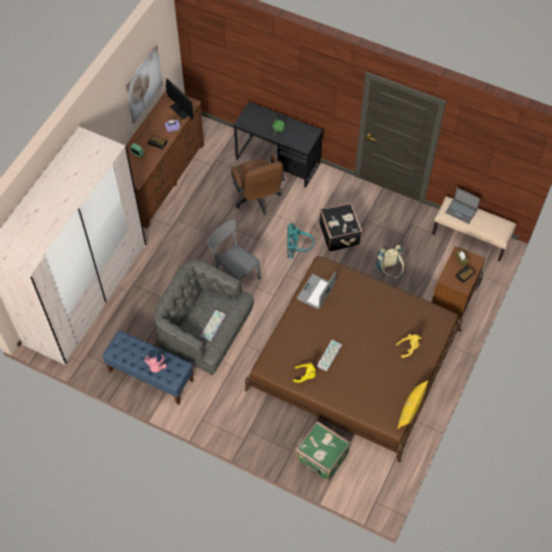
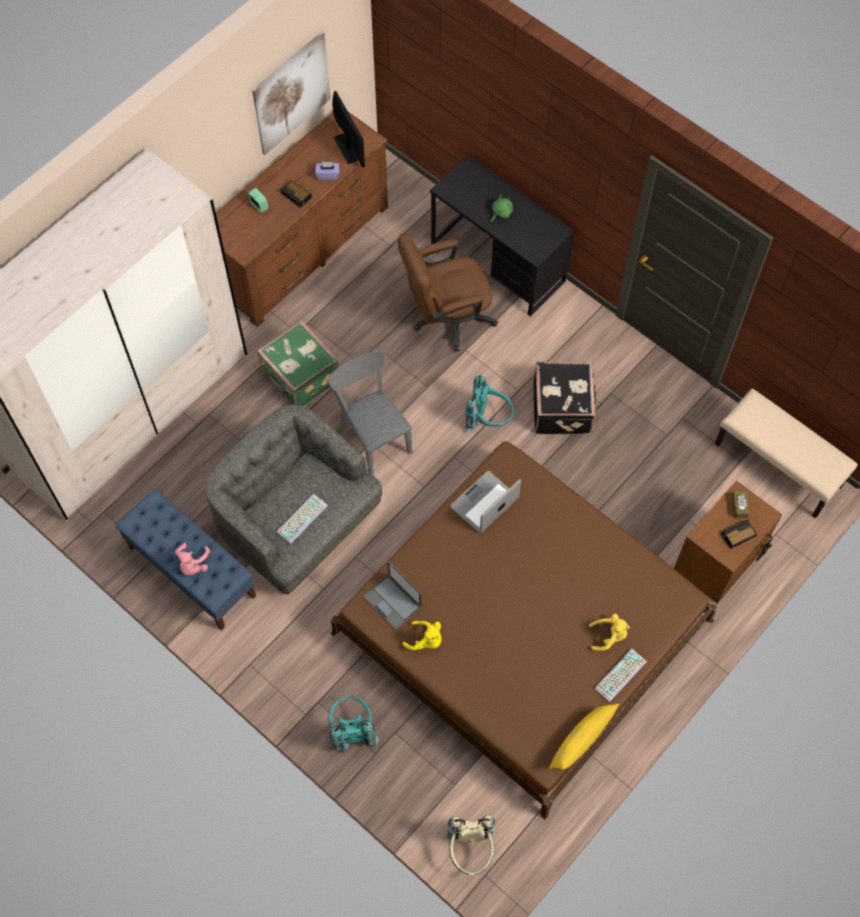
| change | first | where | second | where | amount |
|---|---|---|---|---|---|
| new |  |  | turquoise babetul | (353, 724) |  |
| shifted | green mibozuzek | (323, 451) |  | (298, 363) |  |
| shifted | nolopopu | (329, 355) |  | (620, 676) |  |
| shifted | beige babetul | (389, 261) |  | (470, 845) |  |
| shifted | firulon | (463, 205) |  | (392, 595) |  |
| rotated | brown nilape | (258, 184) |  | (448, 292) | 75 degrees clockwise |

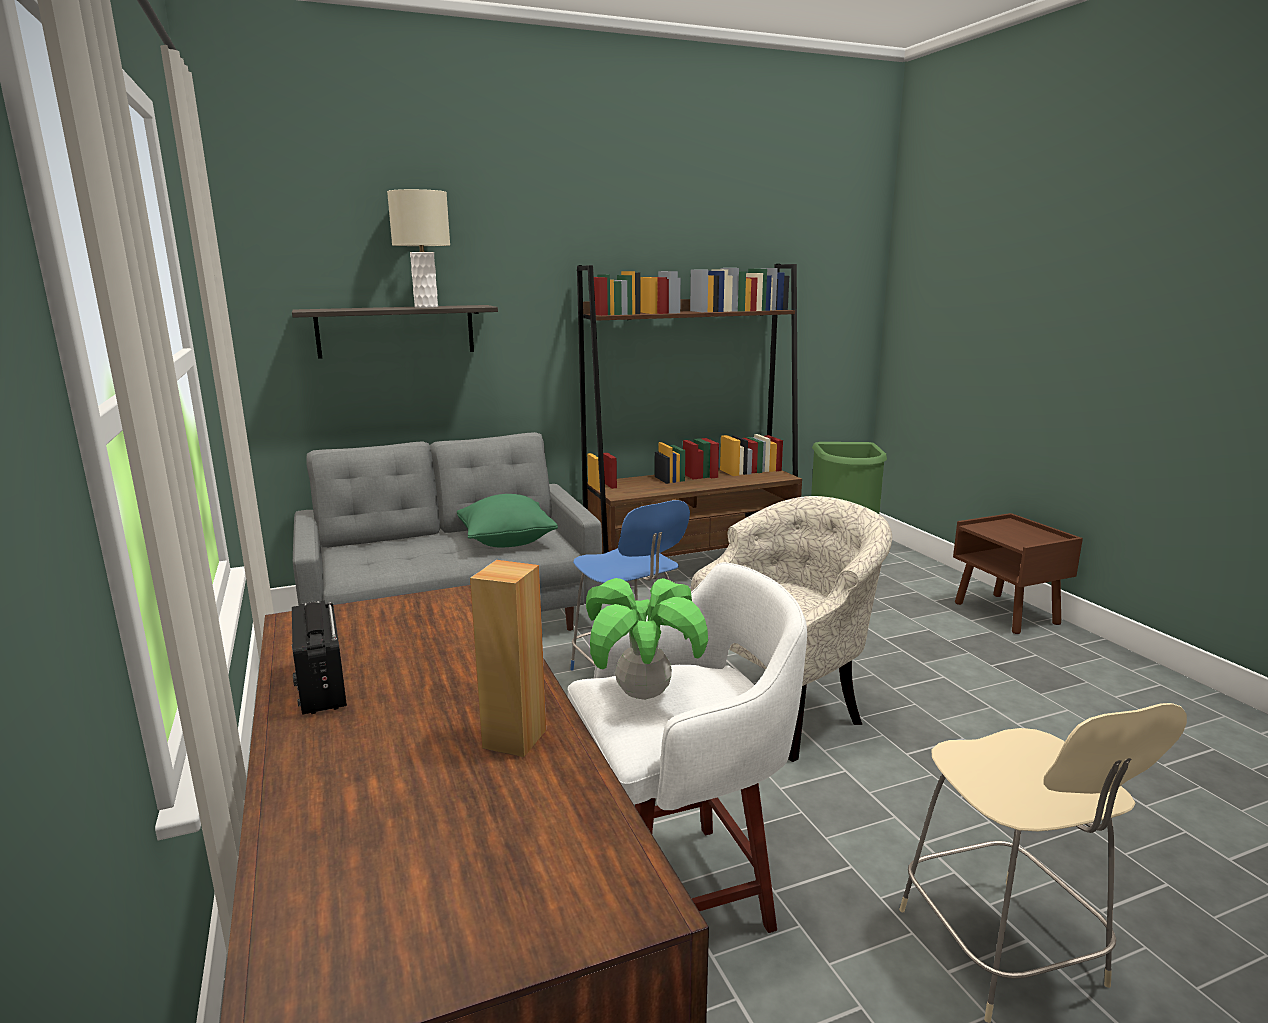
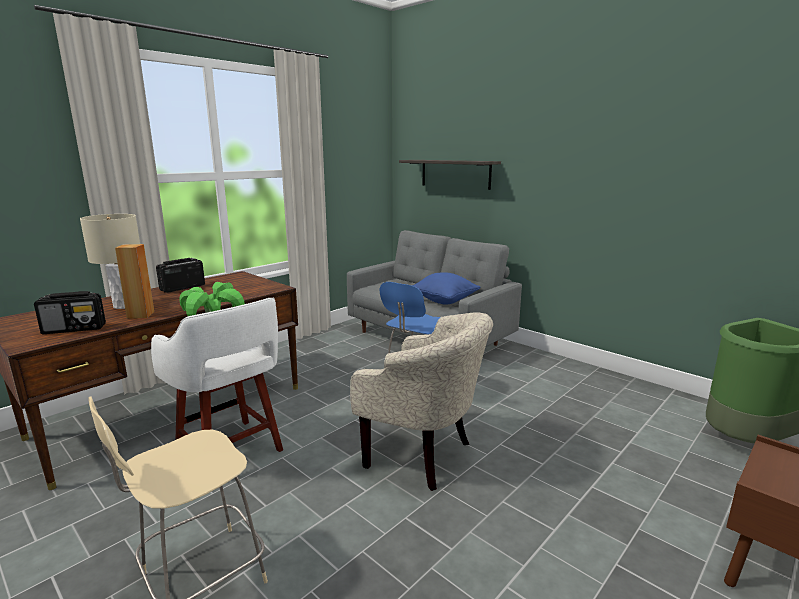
| change | first | where | second | where | amount |
|---|---|---|---|---|---|
| gone | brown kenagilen | (689, 410) |  |  |  |
| new |  |  | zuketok | (70, 312) |  |
| shifted | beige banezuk | (418, 248) |  | (110, 261) |  |
| repainted | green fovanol | (507, 520) | blue fovanol | (446, 288) |  |

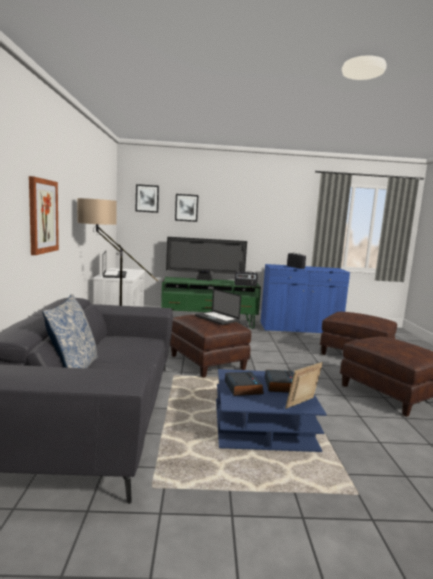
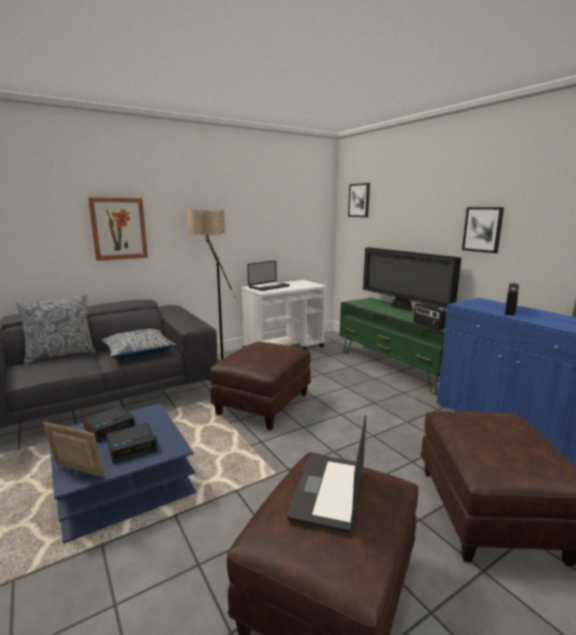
| change | first | where | second | where | amount |
|---|---|---|---|---|---|
| new |  |  | fovanol | (139, 343) |  |
| shifted | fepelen | (187, 208) |  | (483, 230) |  |
| shifted | firulon | (218, 307) |  | (326, 474) |  |

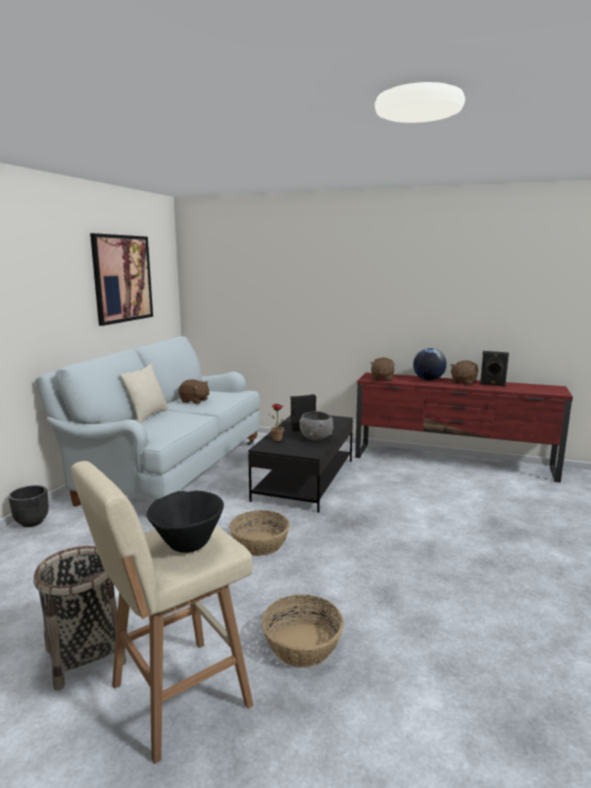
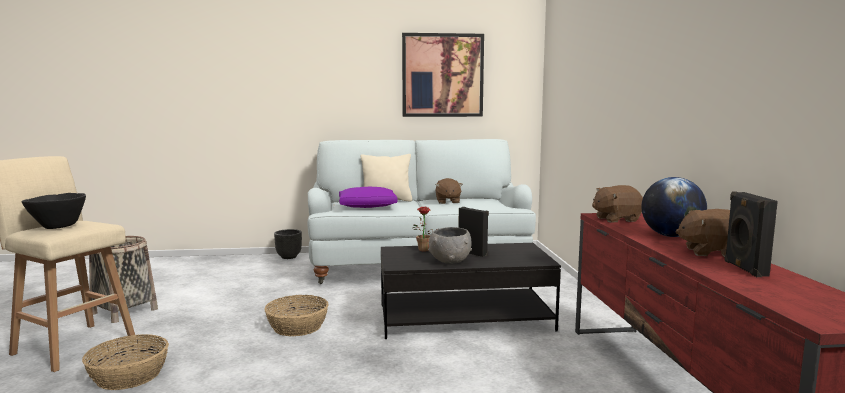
| change | first | where | second | where | amount |
|---|---|---|---|---|---|
| new |  |  | purple fovanol | (368, 197) |  |

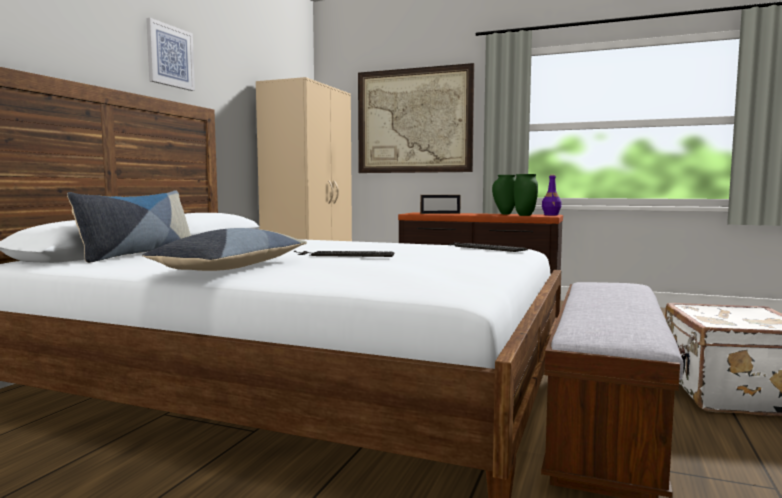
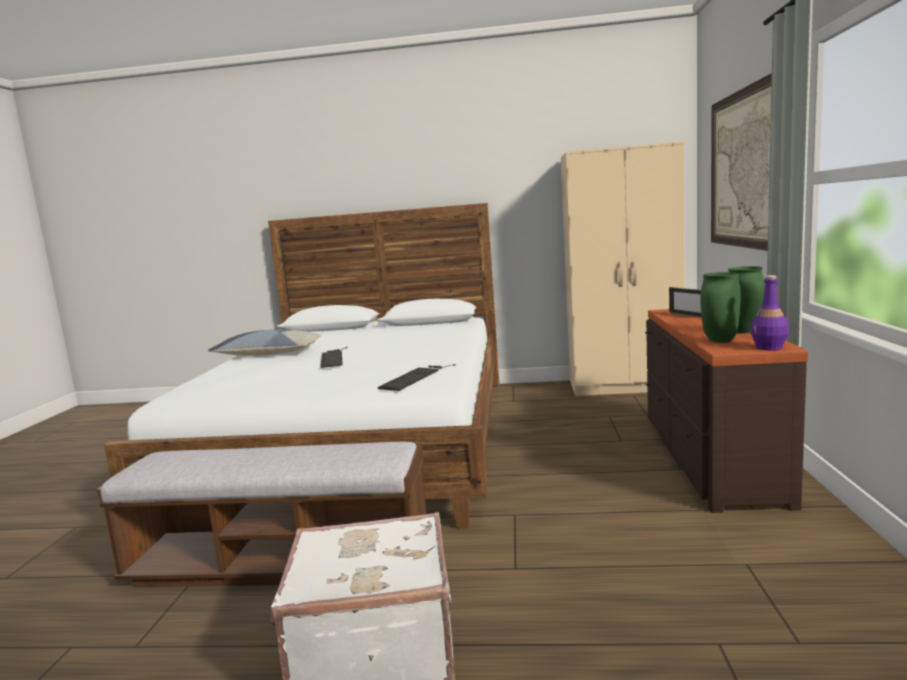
| change | first | where | second | where | amount |
|---|---|---|---|---|---|
| gone | fovanol | (129, 227) |  |  |  |
| gone | fepelen | (170, 54) |  |  |  |

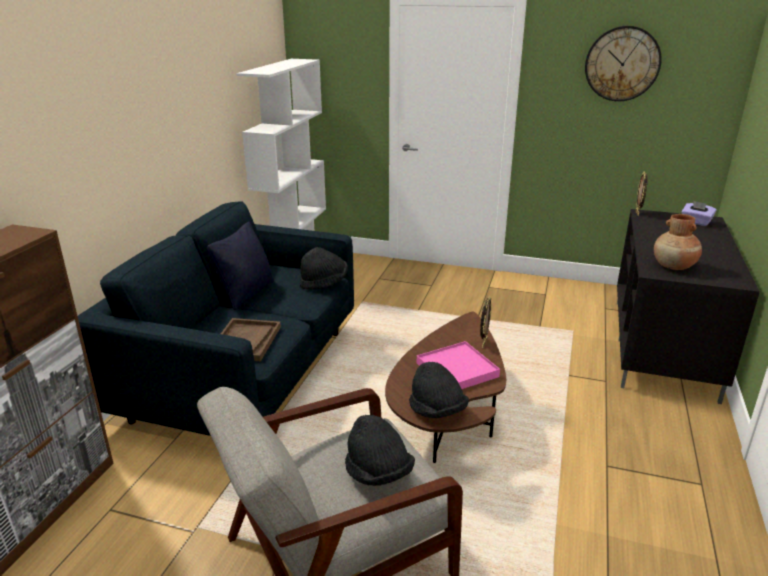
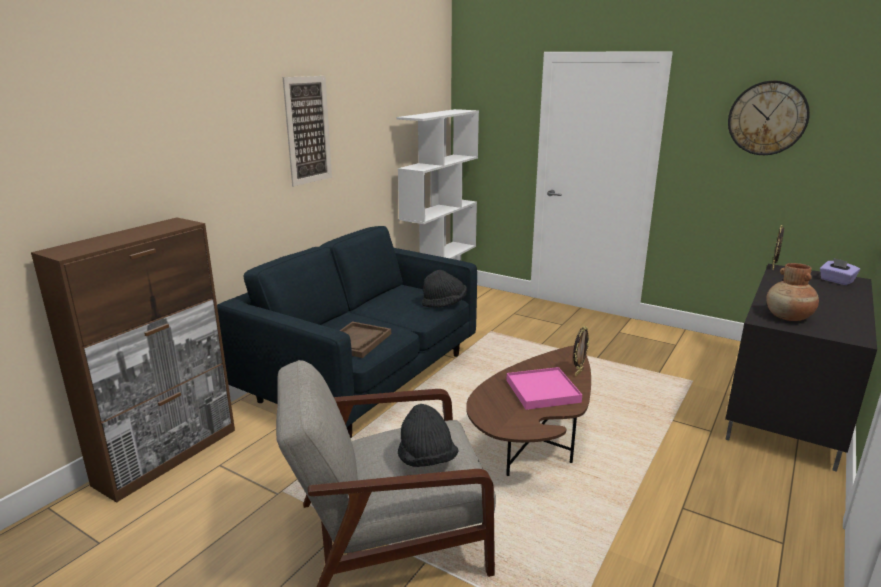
| change | first | where | second | where | amount |
|---|---|---|---|---|---|
| gone | black fovanol | (240, 266) |  |  |  |
| gone | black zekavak | (439, 390) |  |  |  |
| new |  |  | fepelen | (307, 131) |  |

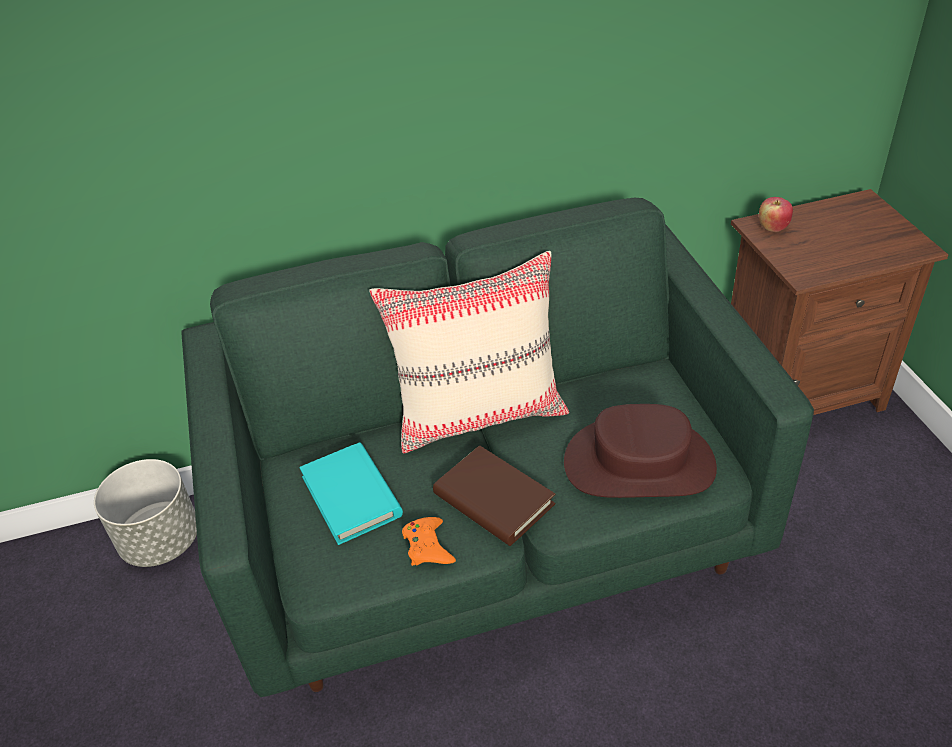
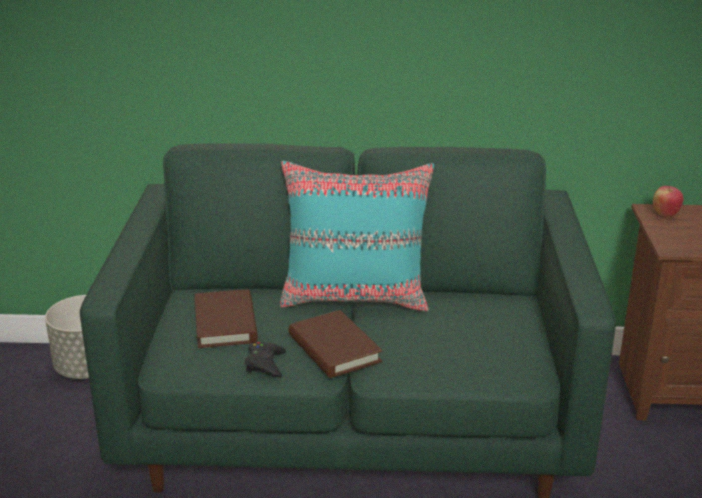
| change | first | where | second | where | amount |
|---|---|---|---|---|---|
| gone | brown zekavak | (640, 451) |  |  |  |
| repainted | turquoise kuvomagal | (351, 493) | brown kuvomagal | (226, 318) |  |
| repainted | beige fovanol | (469, 352) | turquoise fovanol | (357, 236) |  |
| repainted | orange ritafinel | (429, 541) | black ritafinel | (265, 359) |  |

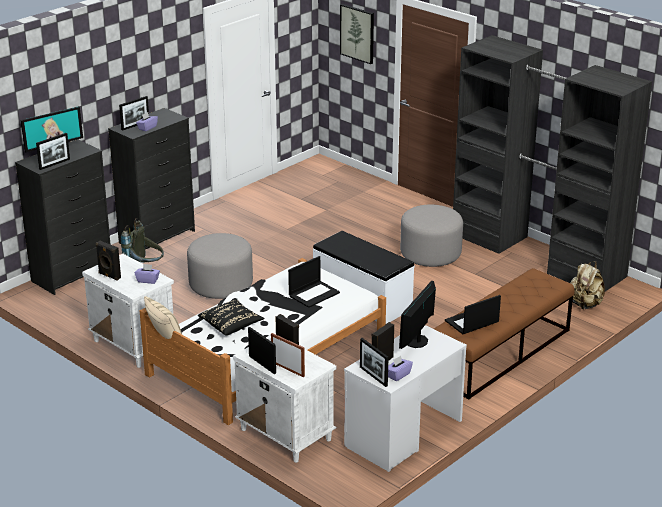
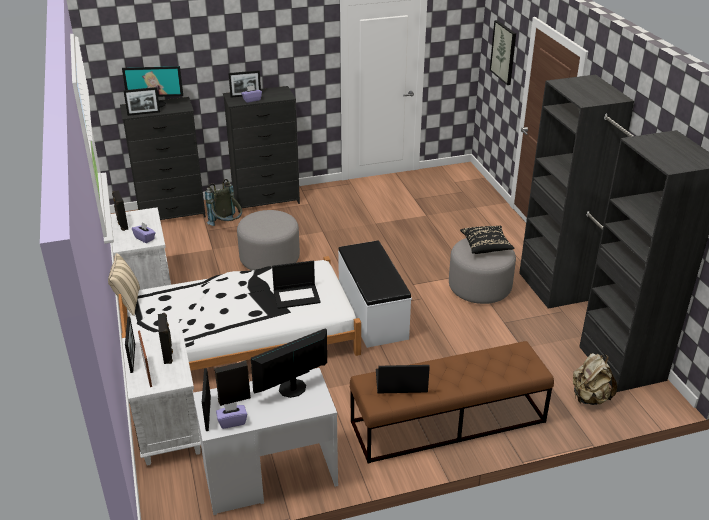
| change | first | where | second | where | amount |
|---|---|---|---|---|---|
| shifted | black fovanol | (231, 317) |  | (487, 240) |  |

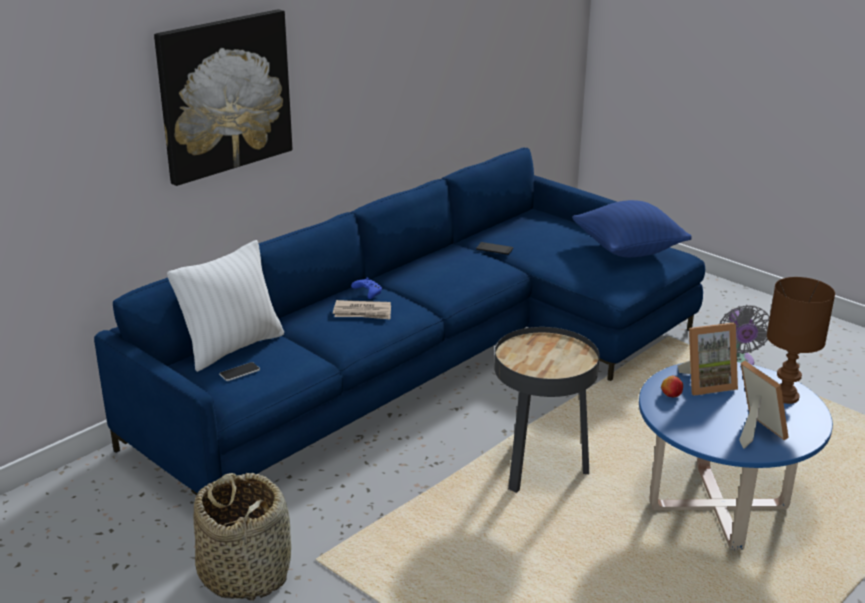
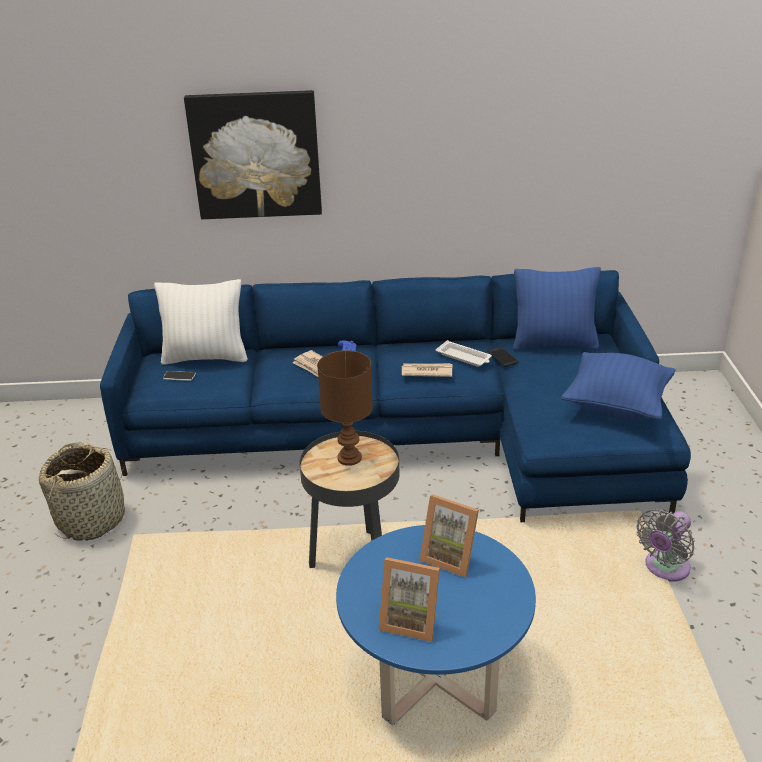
| change | first | where | second | where | amount |
|---|---|---|---|---|---|
| gone | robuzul | (672, 386) |  |  |  |
| new |  |  | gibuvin | (427, 370) |  |
| new |  |  | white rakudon | (464, 353) |  |
| new |  |  | blue fovanol | (557, 308) |  |
| shifted | brown banezuk | (801, 340) |  | (345, 408) |  |
| rotated | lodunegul | (764, 404) |  | (409, 599) | 90 degrees clockwise |

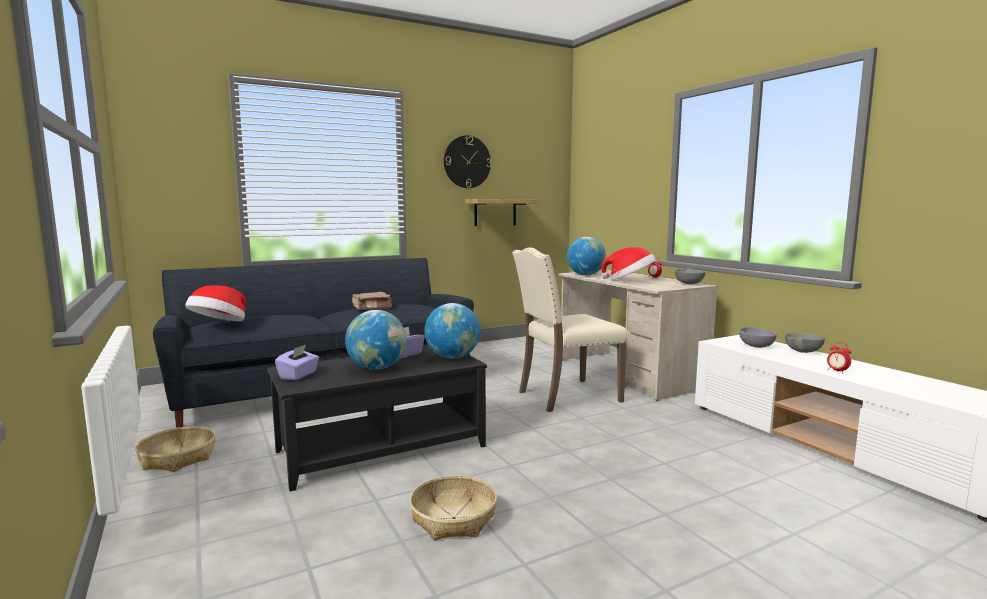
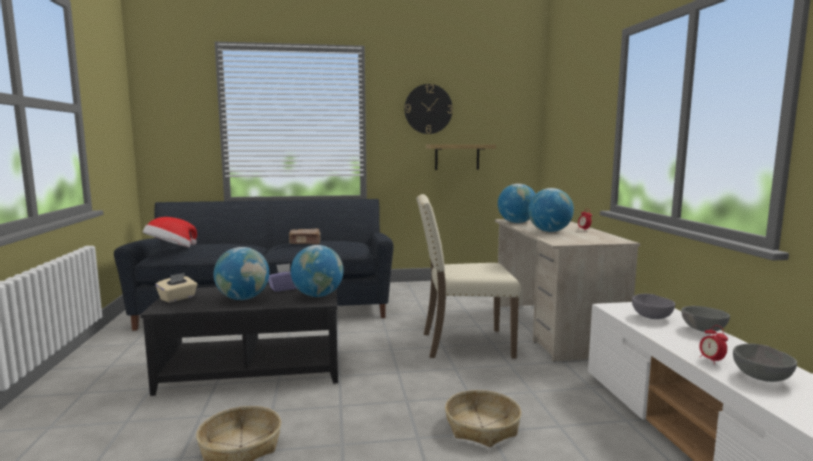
| change | first | where | second | where | amount |
|---|---|---|---|---|---|
| shifted | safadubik | (175, 449) |  | (483, 418) |  |
| shifted | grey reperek | (690, 276) |  | (765, 363) |  |
| swapped | zekavak | (628, 263) | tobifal | (551, 210) |  |
| repainted | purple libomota | (297, 362) | beige libomota | (176, 288) |  |

